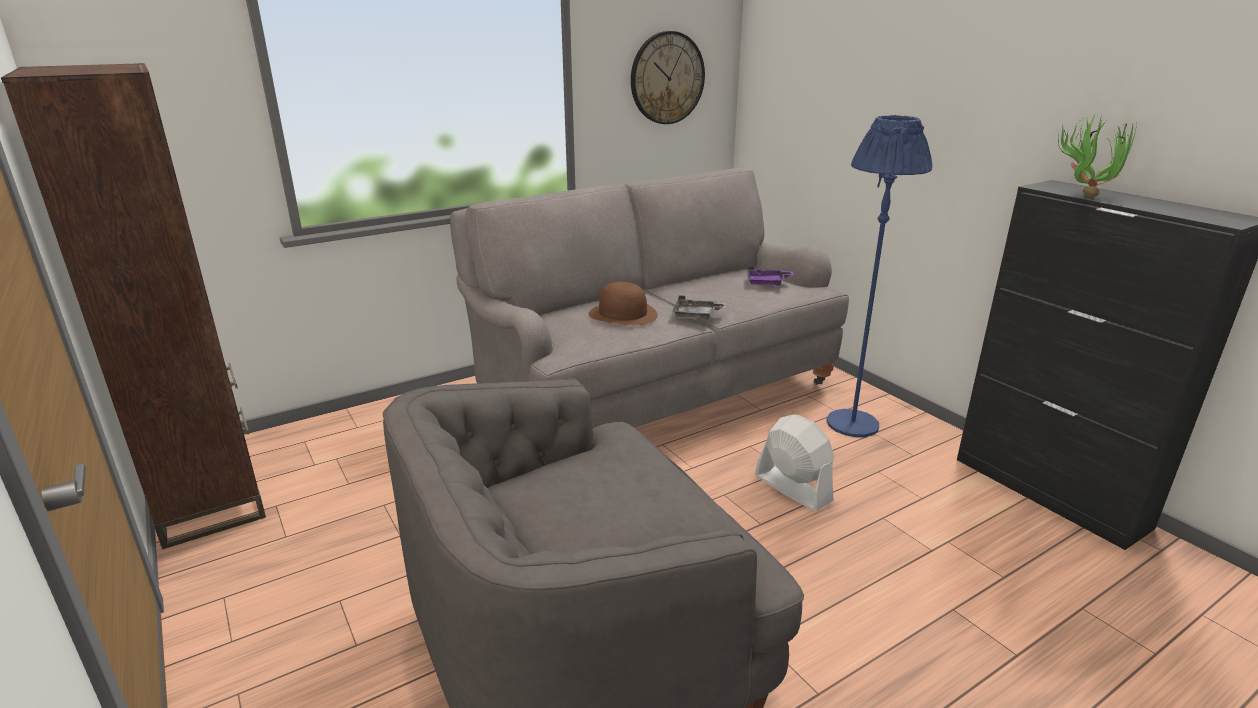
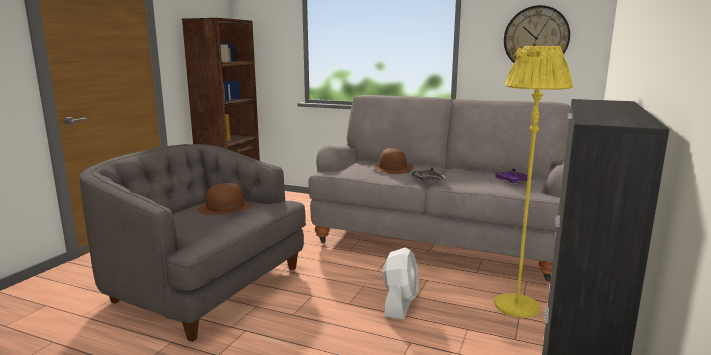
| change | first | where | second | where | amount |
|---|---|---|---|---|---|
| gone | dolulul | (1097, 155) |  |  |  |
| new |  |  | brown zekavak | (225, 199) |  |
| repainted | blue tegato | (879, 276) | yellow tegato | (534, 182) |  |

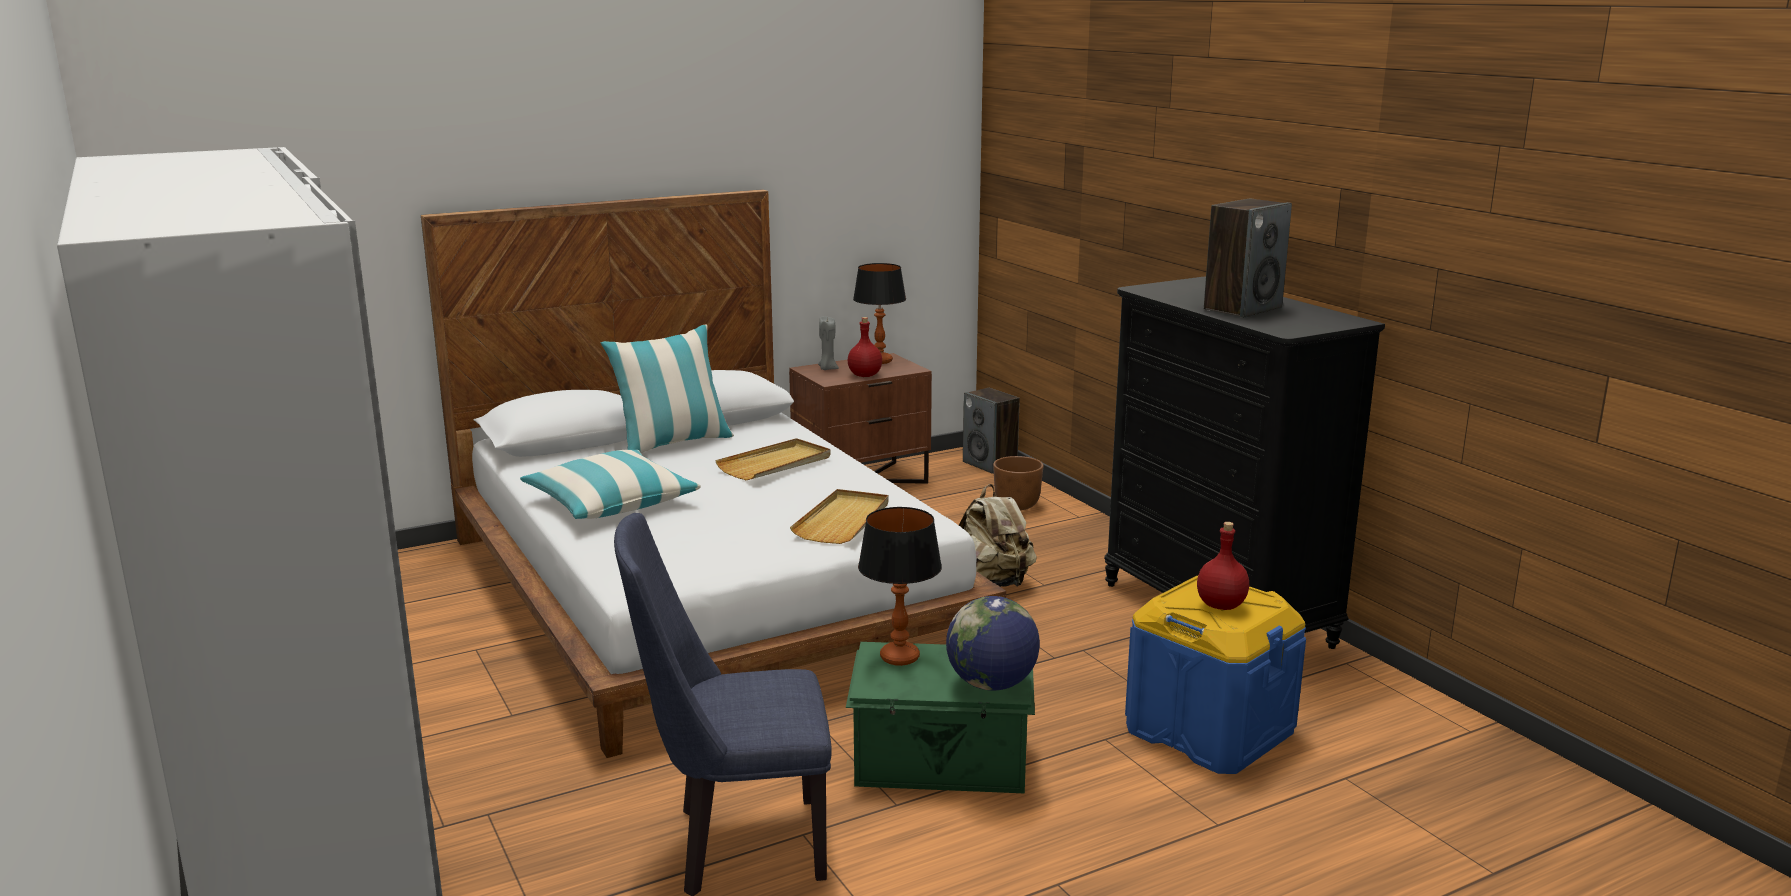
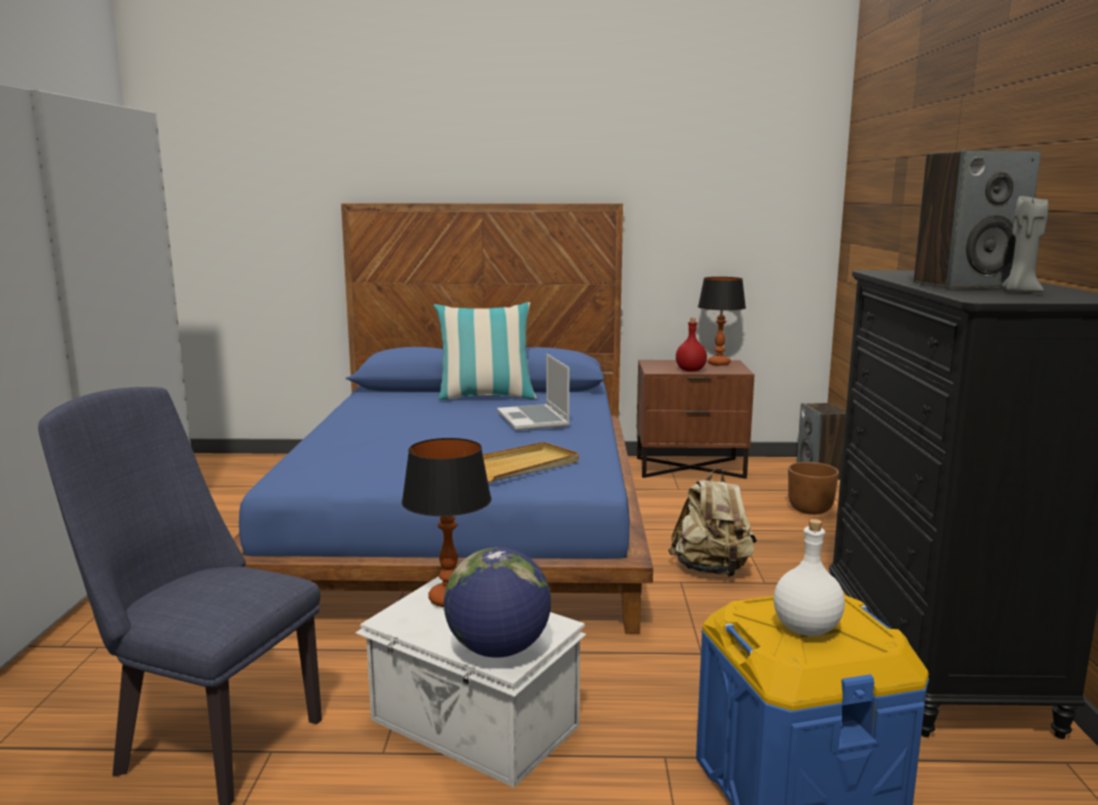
| change | first | where | second | where | amount |
|---|---|---|---|---|---|
| gone | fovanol | (610, 484) |  |  |  |
| shifted | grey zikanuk | (828, 343) |  | (1025, 244) |  |
| swapped | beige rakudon | (773, 459) | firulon | (533, 392) |  |
| repainted | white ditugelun | (713, 473) | blue ditugelun | (443, 418) |  |
| repainted | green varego | (940, 717) | white varego | (470, 682) |  |
| repainted | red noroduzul | (1223, 566) | white noroduzul | (809, 577) |  |

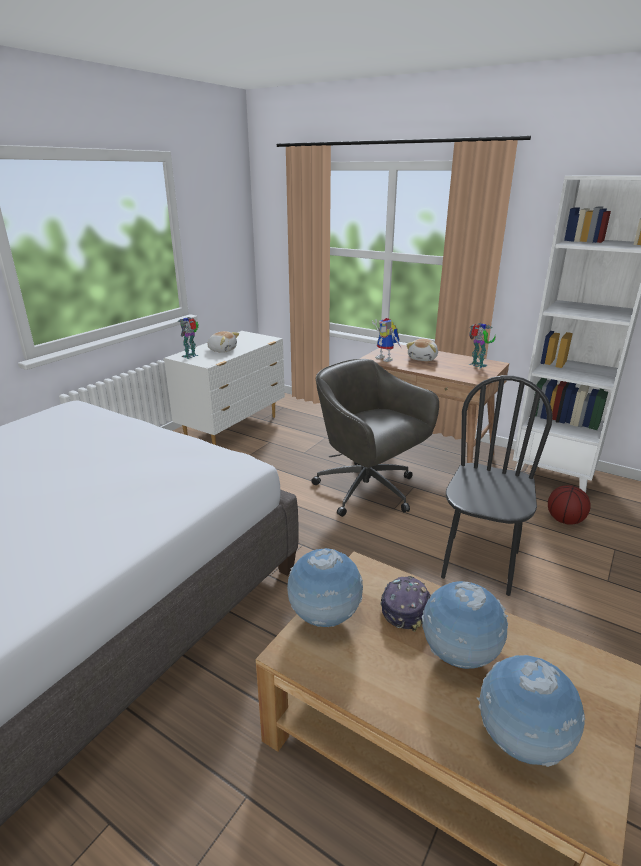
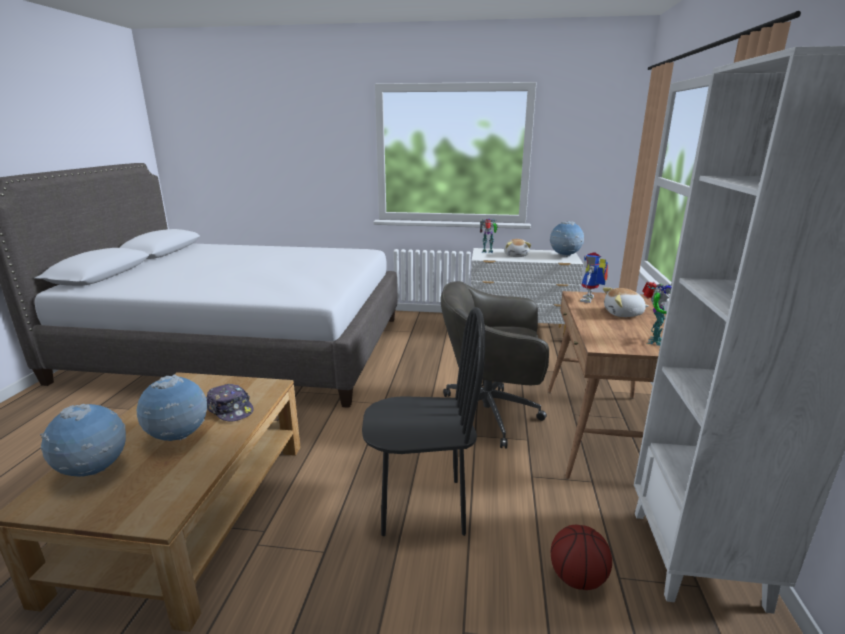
| change | first | where | second | where | amount |
|---|---|---|---|---|---|
| shifted | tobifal | (325, 587) |  | (567, 239) |  |
| rotated | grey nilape | (375, 438) |  | (495, 365) | 105 degrees counterclockwise |
| rotated | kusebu | (405, 604) |  | (230, 403) | 45 degrees clockwise |

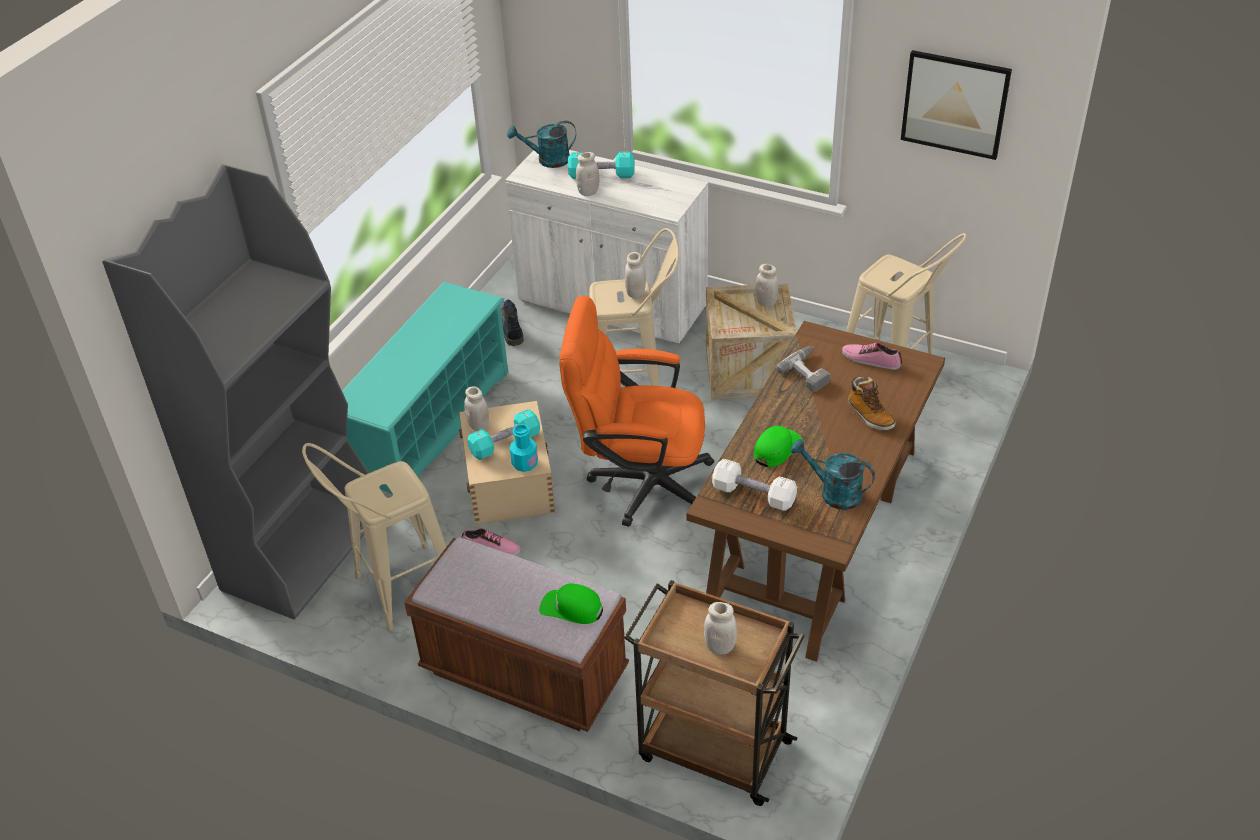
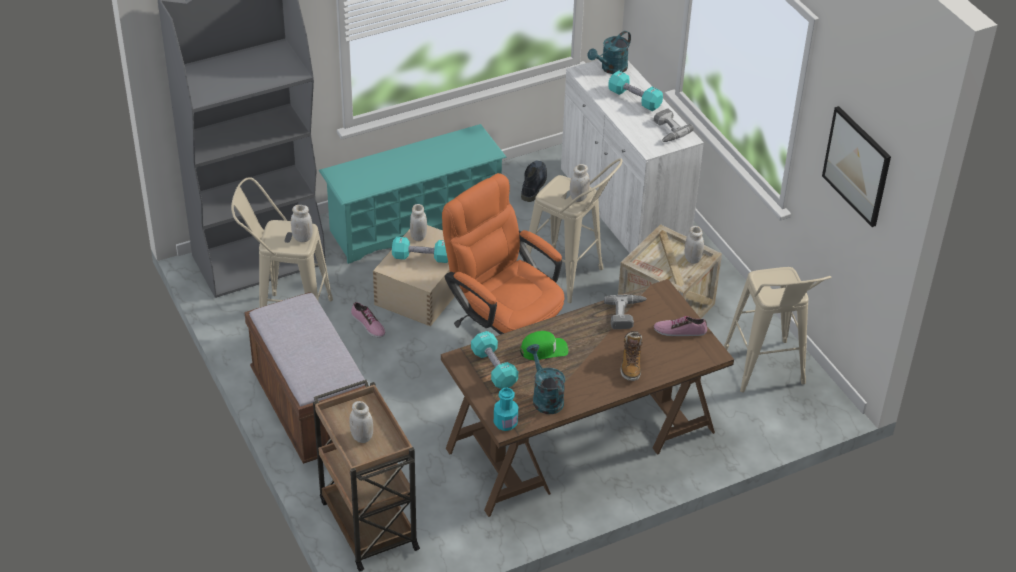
| change | first | where | second | where | amount |
|---|---|---|---|---|---|
| gone | green kusebu | (571, 604) |  |  |  |
| new |  |  | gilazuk | (674, 125) |  |
| shifted | turquoise noroduzul | (524, 448) |  | (506, 409) |  |
| shifted | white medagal | (587, 174) |  | (302, 223) |  |
| repainted | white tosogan | (754, 485) | turquoise tosogan | (494, 360) |  |
| rotated | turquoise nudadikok | (541, 144) |  | (609, 52) | 75 degrees counterclockwise |
| rotated | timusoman | (872, 356) |  | (680, 326) | 60 degrees counterclockwise |

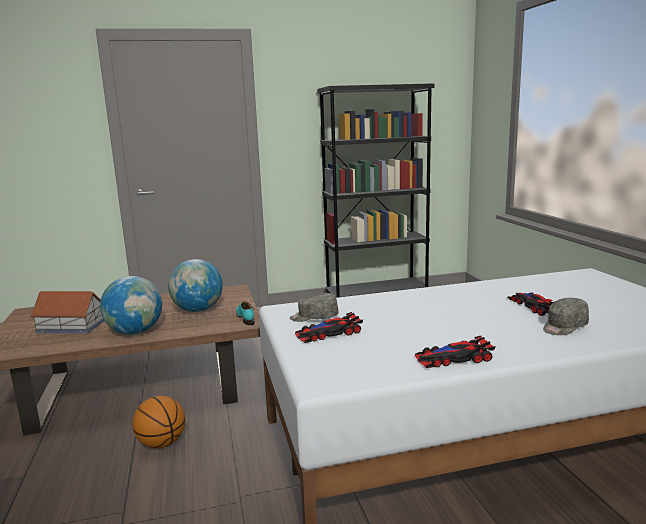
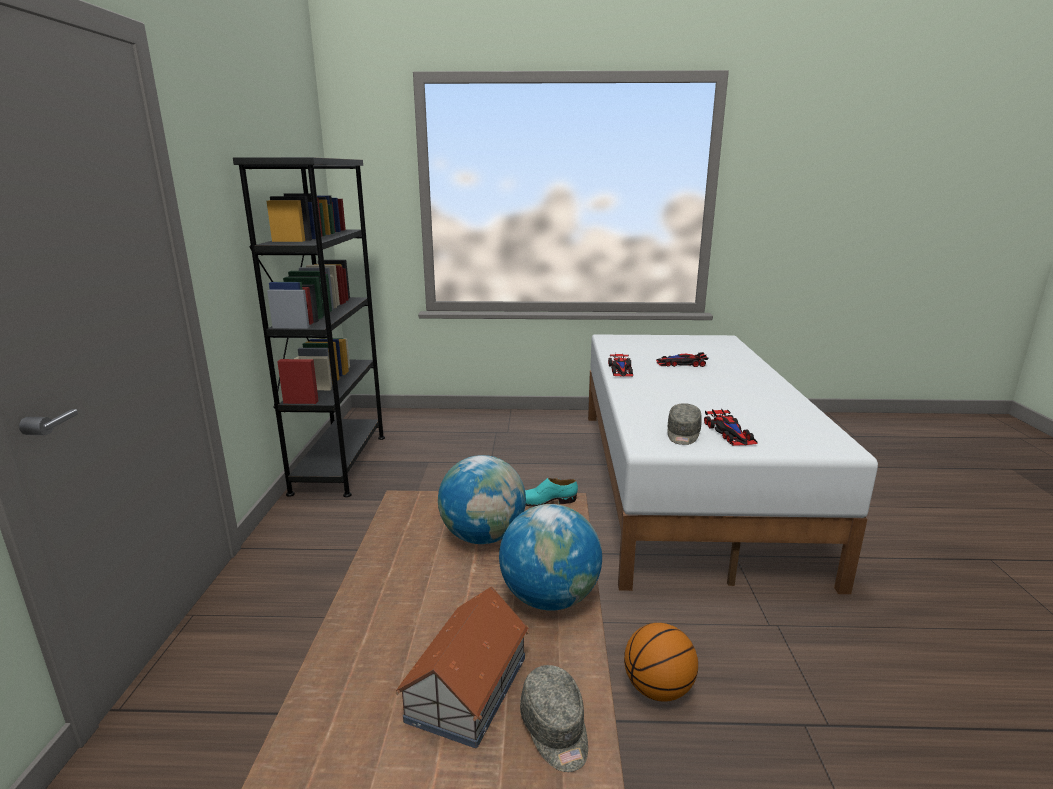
| change | first | where | second | where | amount |
|---|---|---|---|---|---|
| shifted | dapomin | (455, 351) |  | (620, 365) |  |
| shifted | grey kusebu | (566, 316) |  | (554, 718) |  |

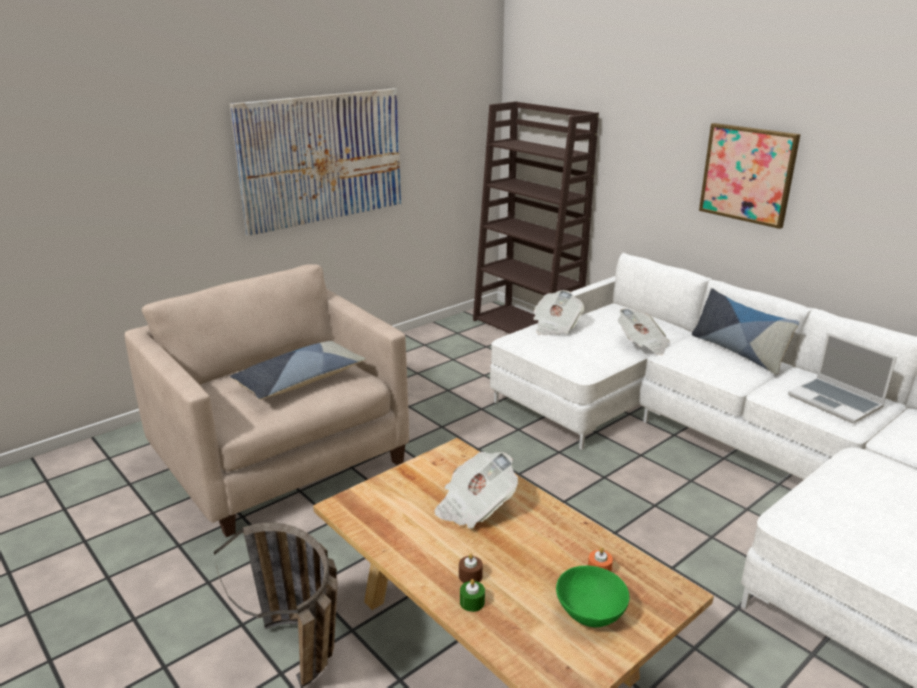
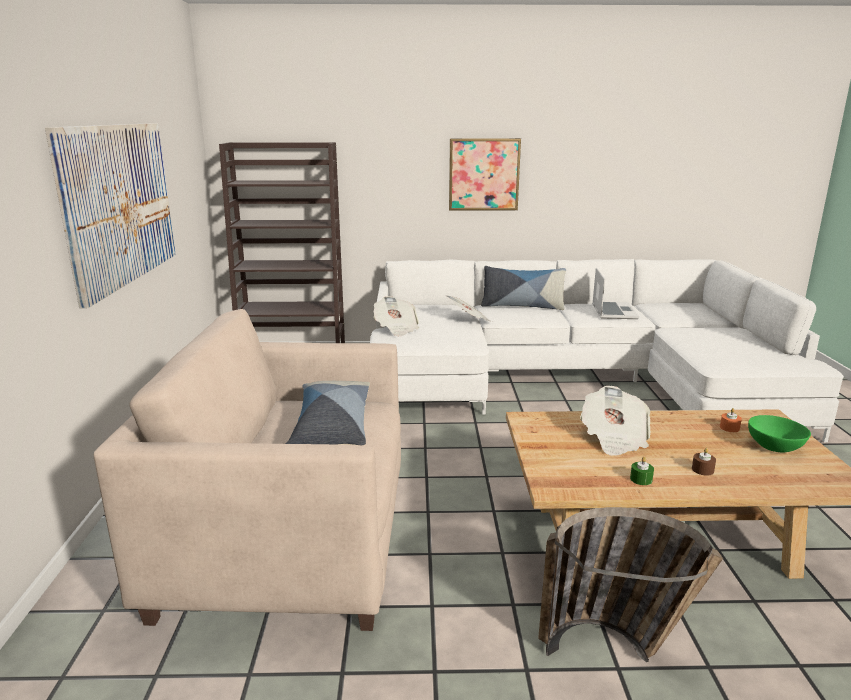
| change | first | where | second | where | amount |
|---|---|---|---|---|---|
| shifted | green zikanuk | (472, 595) |  | (642, 471) |  |
| rotated | firulon | (842, 378) |  | (615, 293) | 90 degrees counterclockwise |

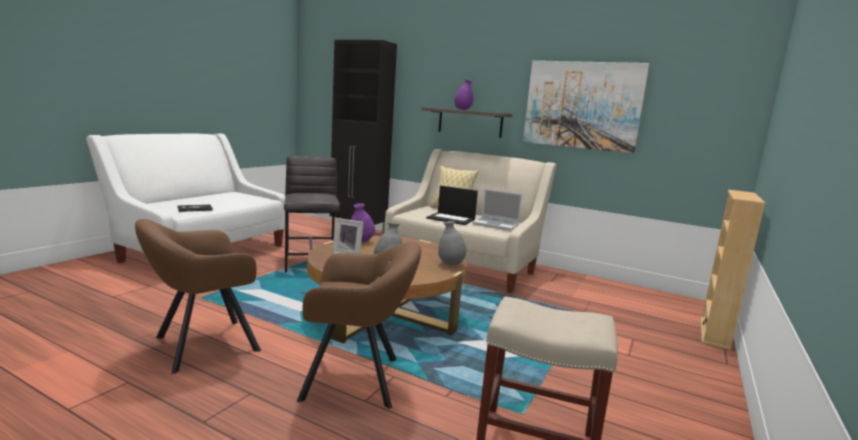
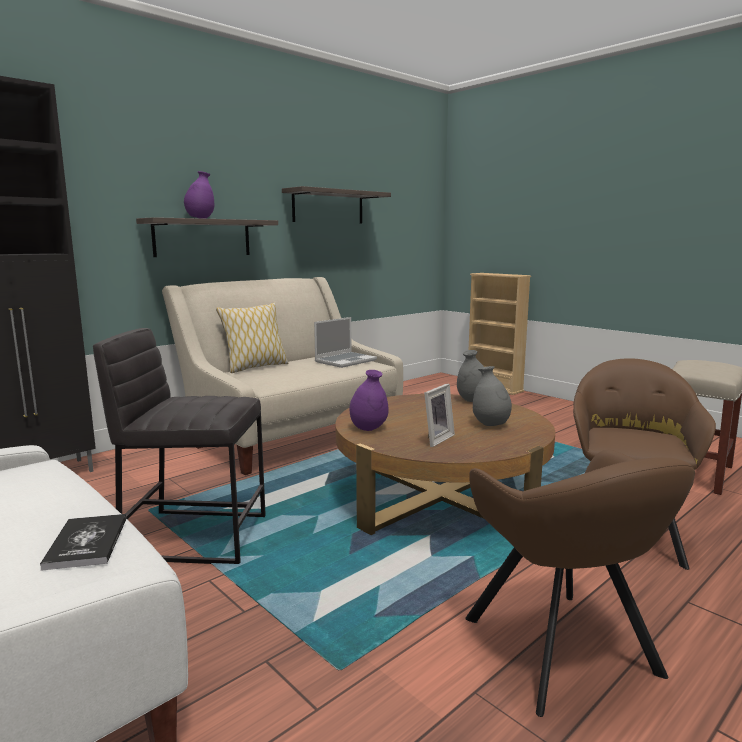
| change | first | where | second | where | amount |
|---|---|---|---|---|---|
| gone | firulon | (452, 205) |  |  |  |
| swapped | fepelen | (586, 107) | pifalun | (336, 205) |  |

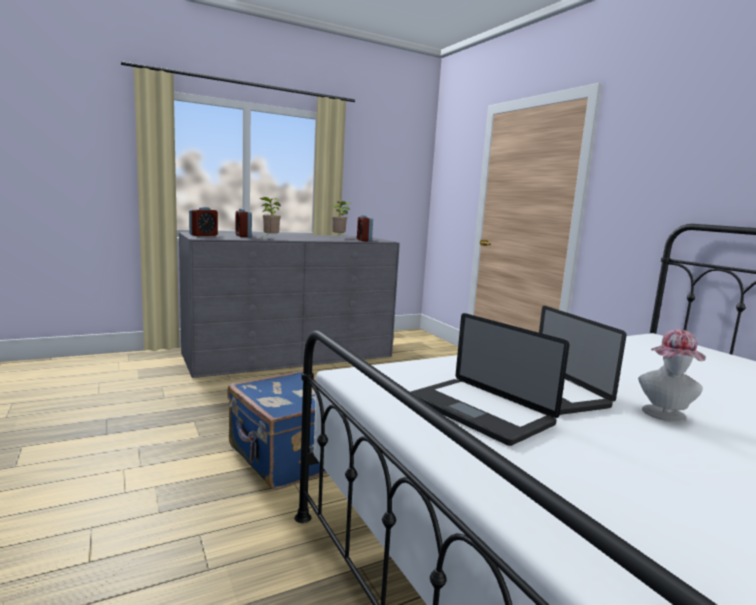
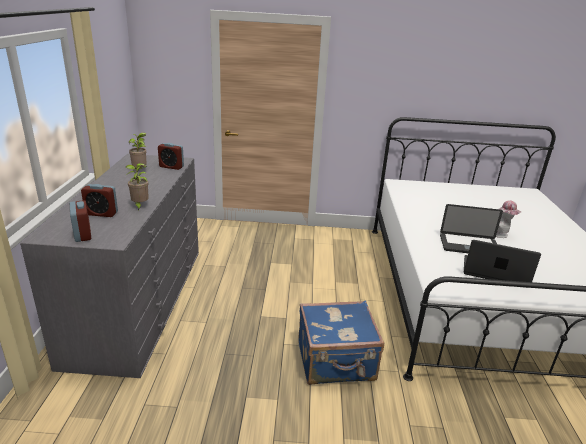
| change | first | where | second | where | amount |
|---|---|---|---|---|---|
| rotated | firulon | (490, 379) |  | (502, 264) | 150 degrees counterclockwise |

